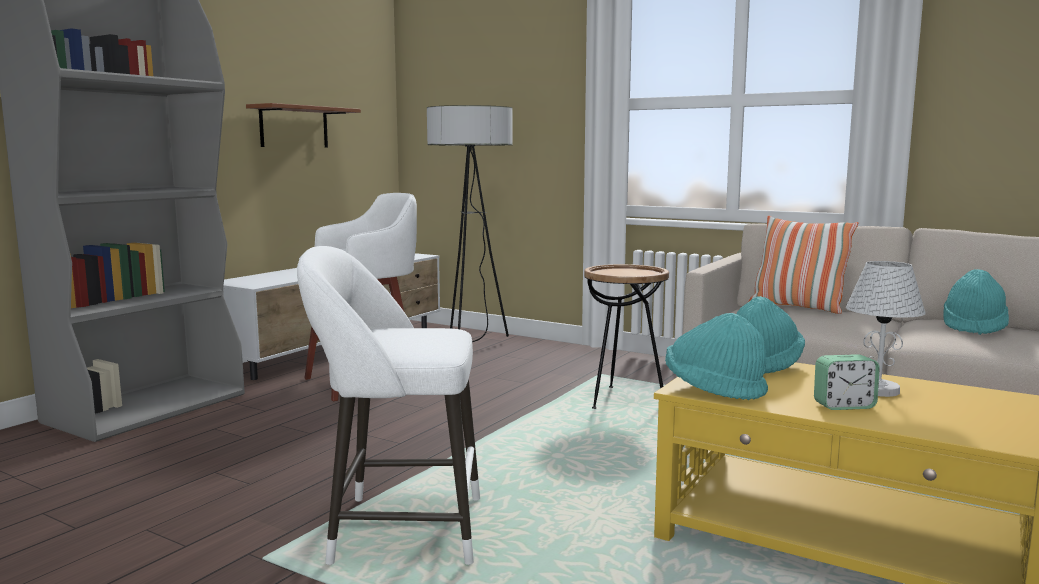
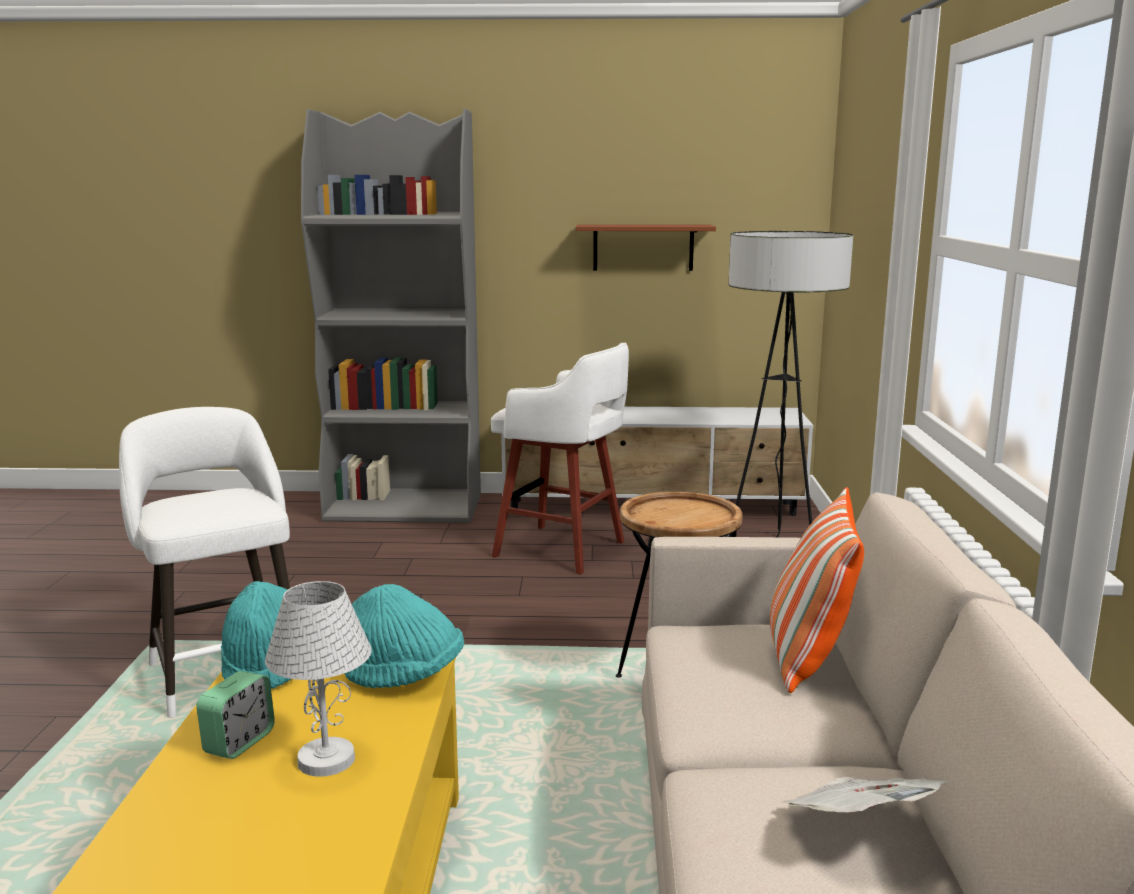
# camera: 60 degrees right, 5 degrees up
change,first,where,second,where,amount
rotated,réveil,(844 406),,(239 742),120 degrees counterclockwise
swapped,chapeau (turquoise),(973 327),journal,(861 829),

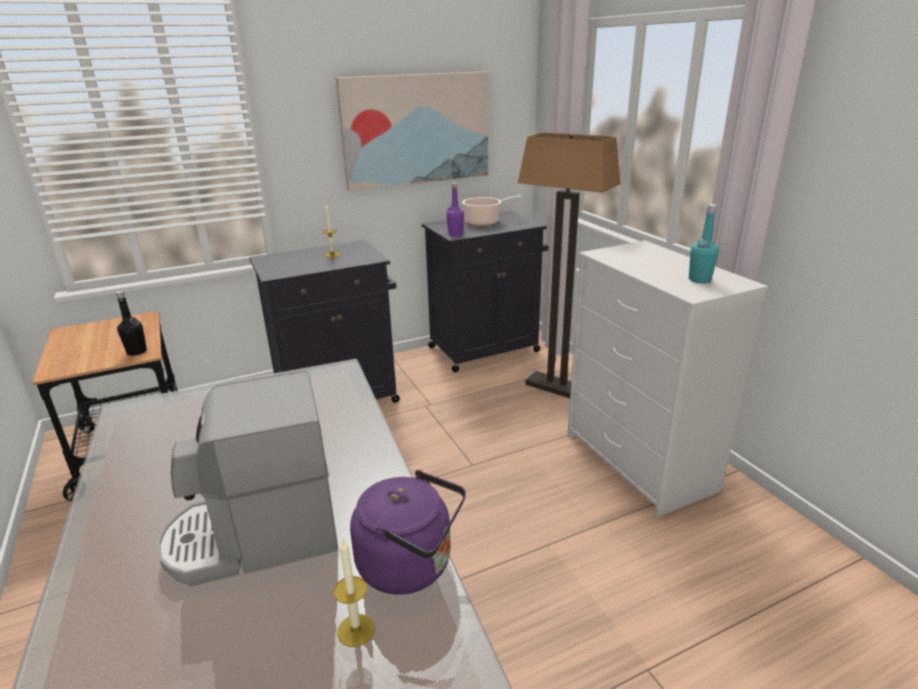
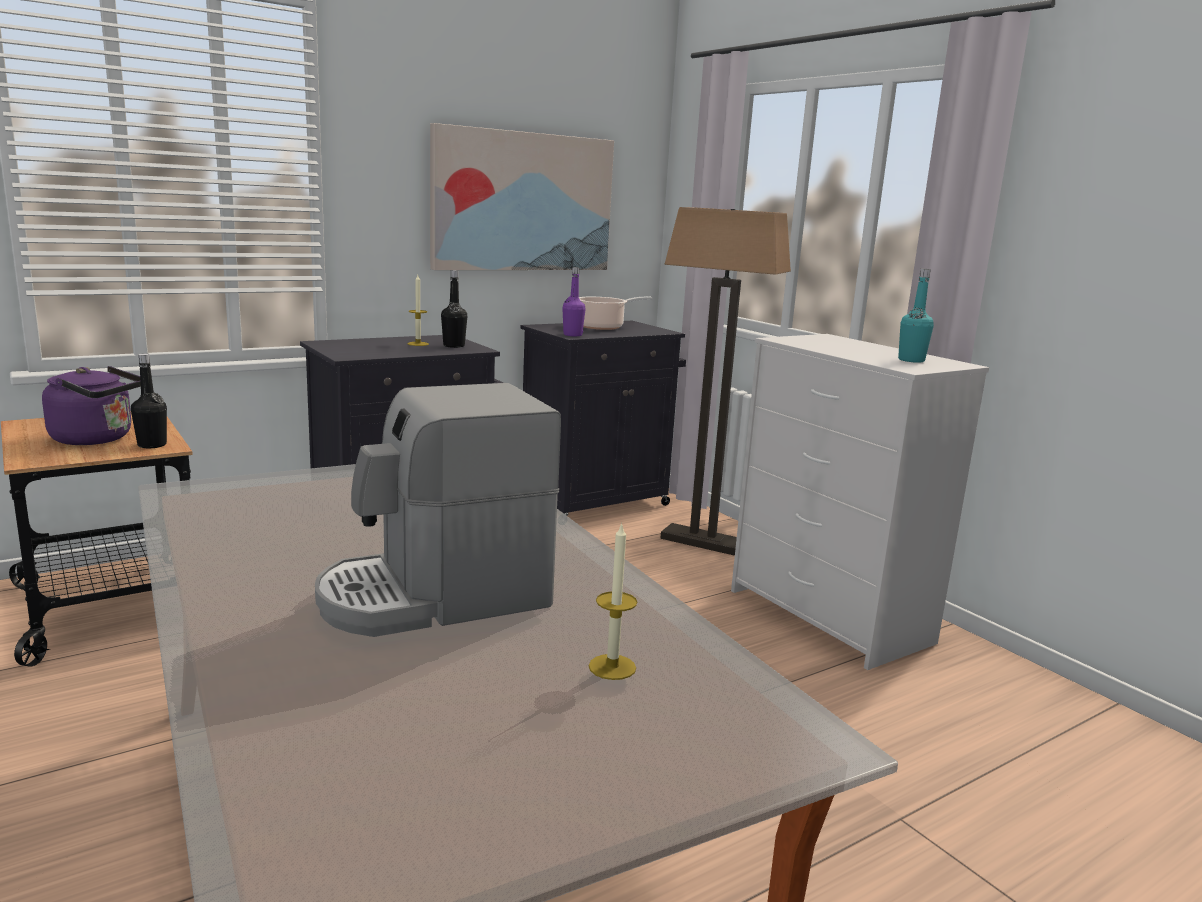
# camera: 10 degrees left, 10 degrees down
change,first,where,second,where,amount
shifted,bouilloire (violet),(411 565),,(97 439),
new,,,bouteille (noir),(454 346),

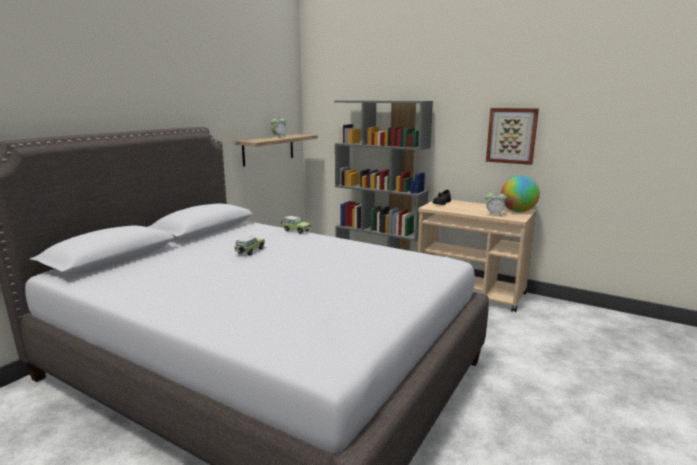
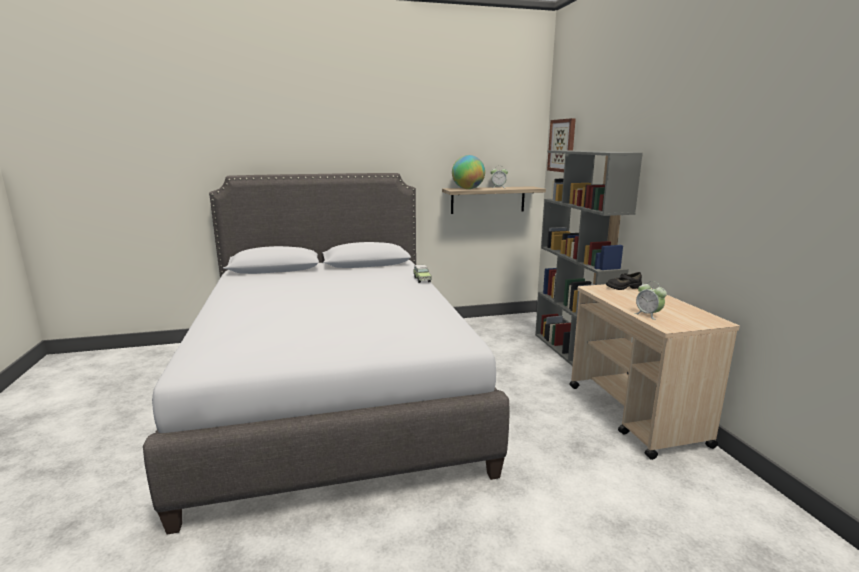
# camera: 45 degrees right, 0 degrees up
change,first,where,second,where,amount
shifted,globe,(517 211),,(468 189),
shifted,tableau,(511 135),,(562 145),
gone,petite voiture,(249 251),,,

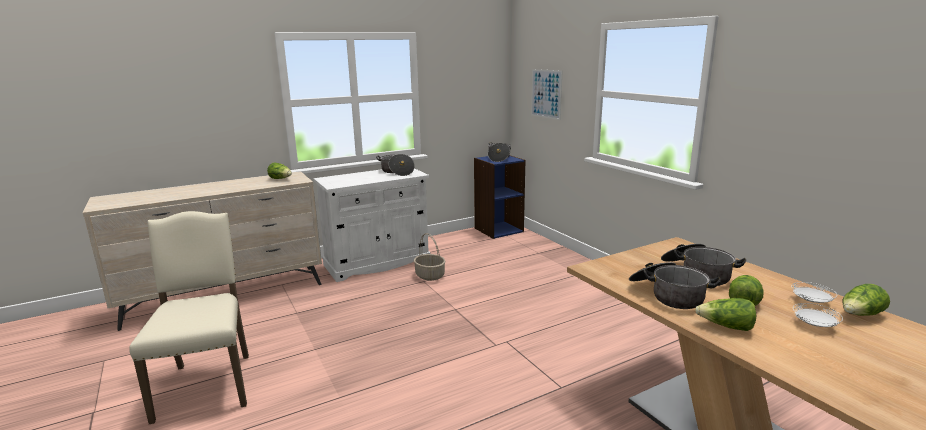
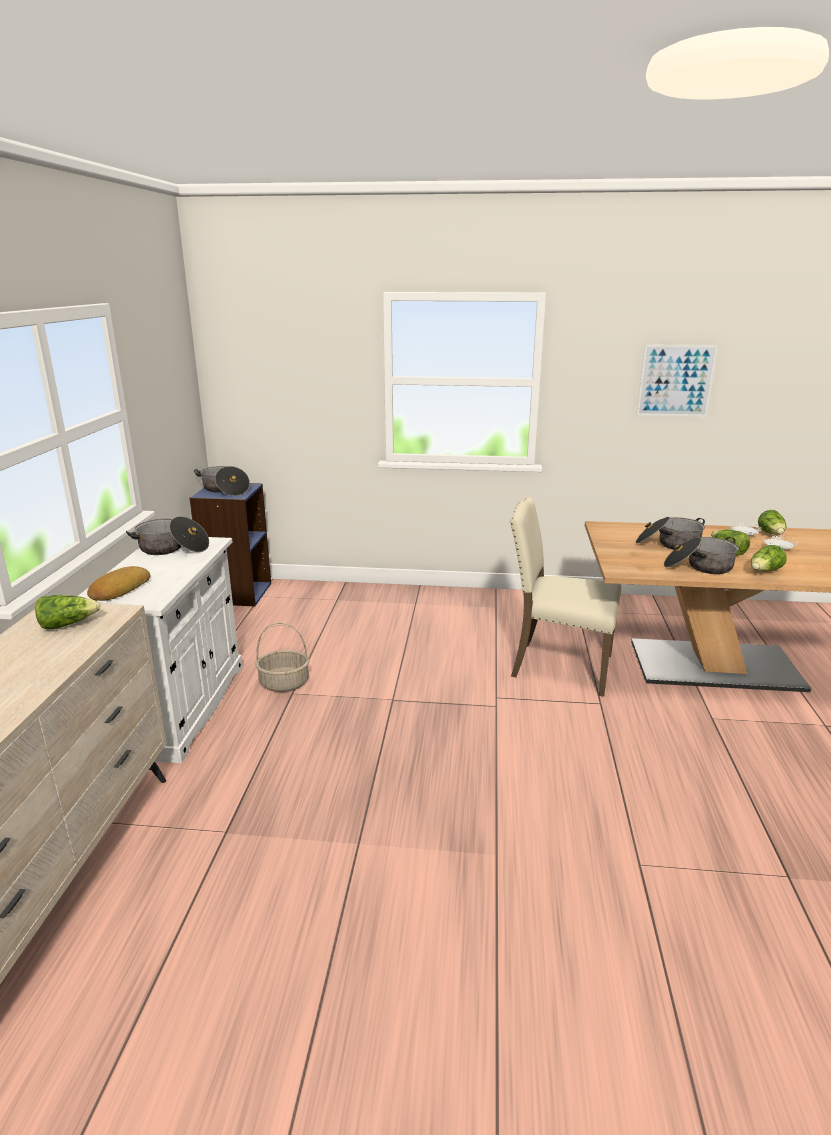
# camera: 55 degrees left, 5 degrees up
change,first,where,second,where,amount
new,,,pain,(119 589),
shifted,chaise (beige),(207 384),,(559 666),
shifted,tableau,(546 94),,(676 381),

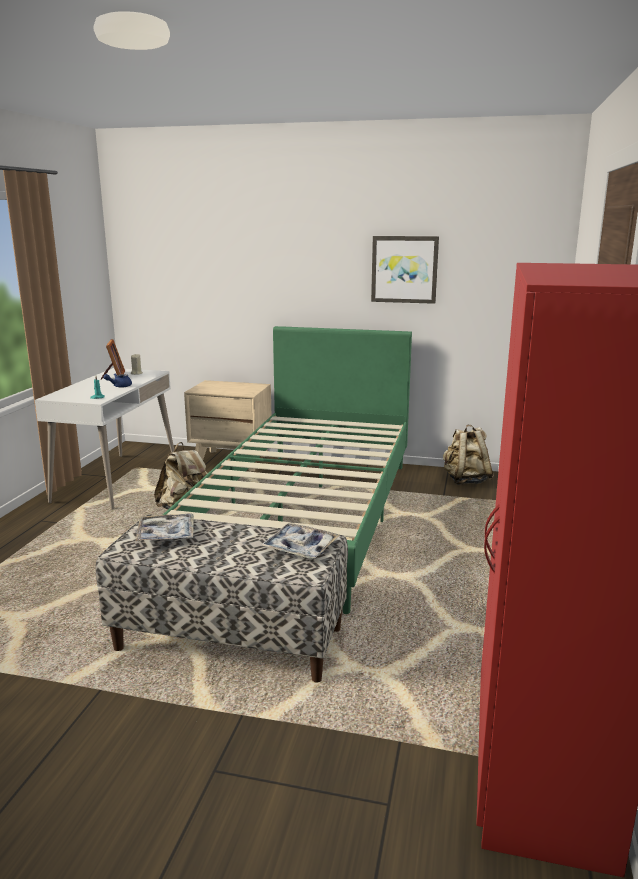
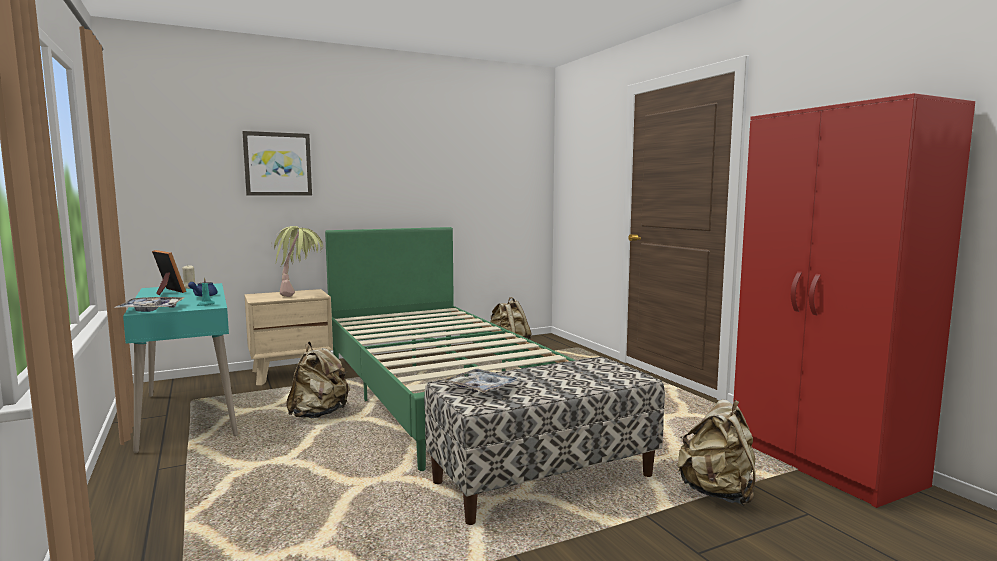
# camera: 40 degrees left, 10 degrees down
change,first,where,second,where,amount
shifted,plateau,(300 548),,(151 309),
repainted,bureau (blanc),(116 480),bureau (turquoise),(188 414),
shifted,tableau,(404 269),,(278 164),
new,,,plante en pot,(299 294),
new,,,sac à dos (beige),(717 493),

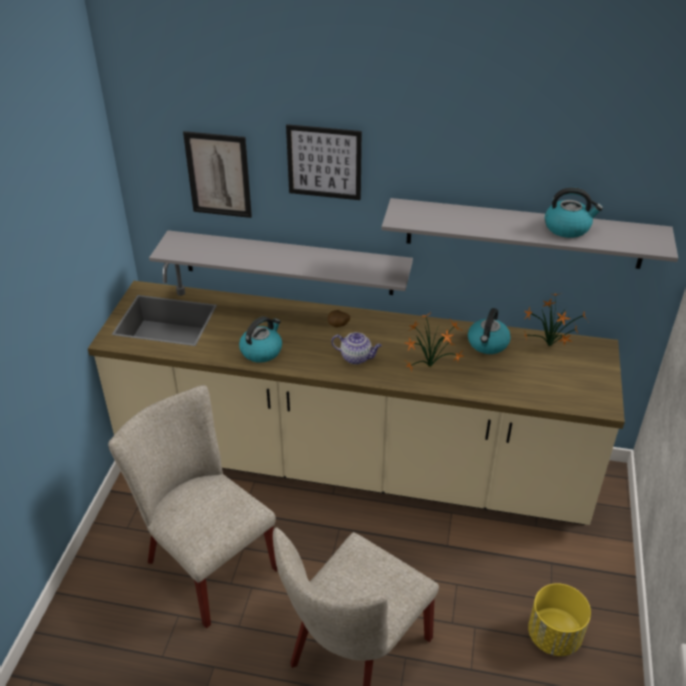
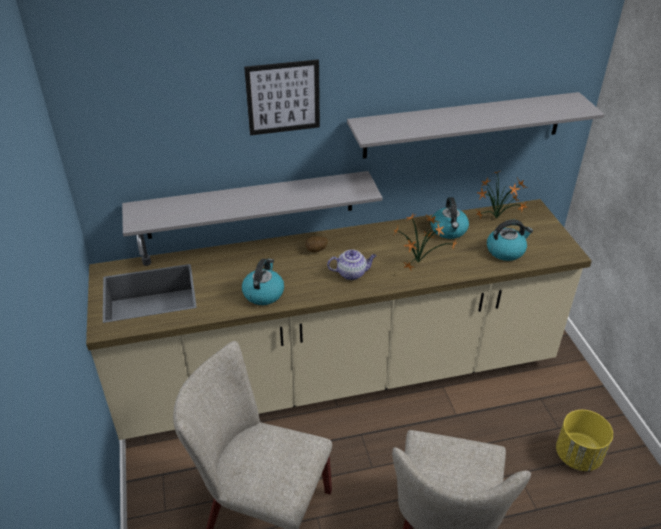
# camera: 25 degrees left, 0 degrees up
change,first,where,second,where,amount
shifted,bouilloire,(567 228),,(506 250),
gone,tableau,(218 175),,,

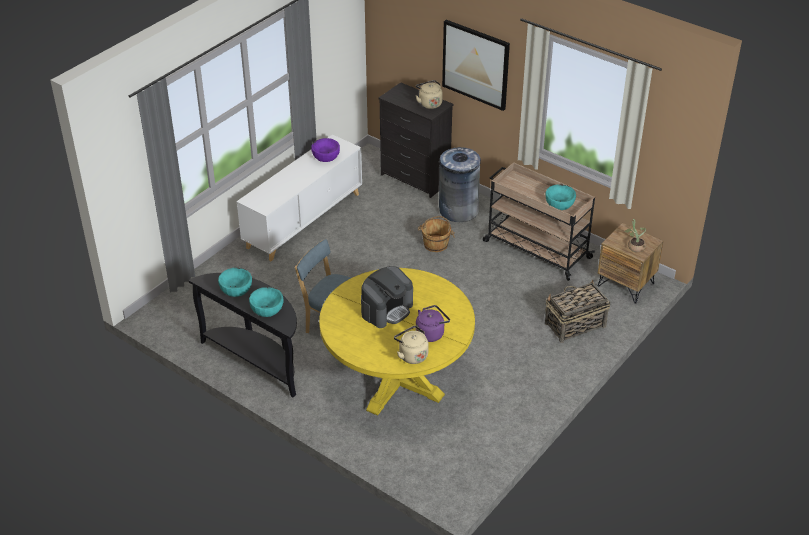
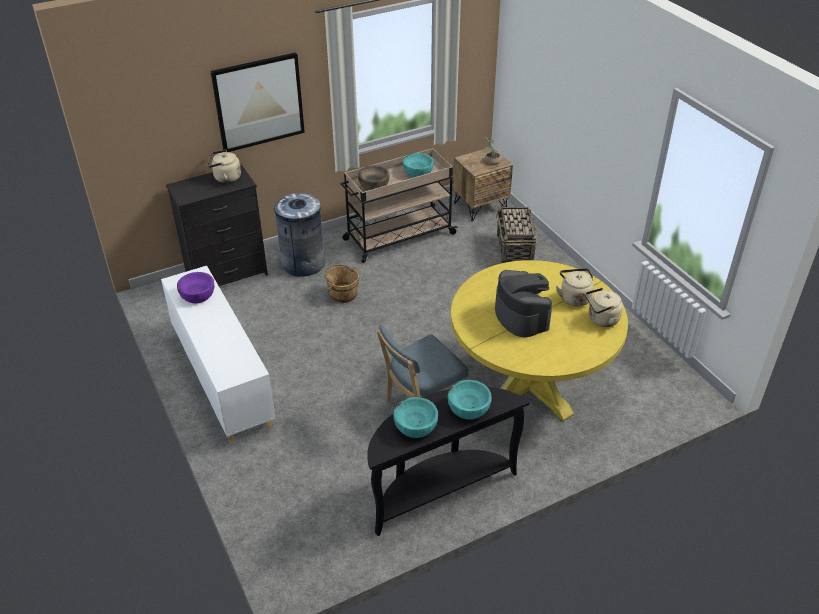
# camera: 65 degrees left, 0 degrees up
change,first,where,second,where,amount
new,,,bol (marron),(374 185),
repainted,bouilloire (violet),(431 333),bouilloire (beige),(574 297),

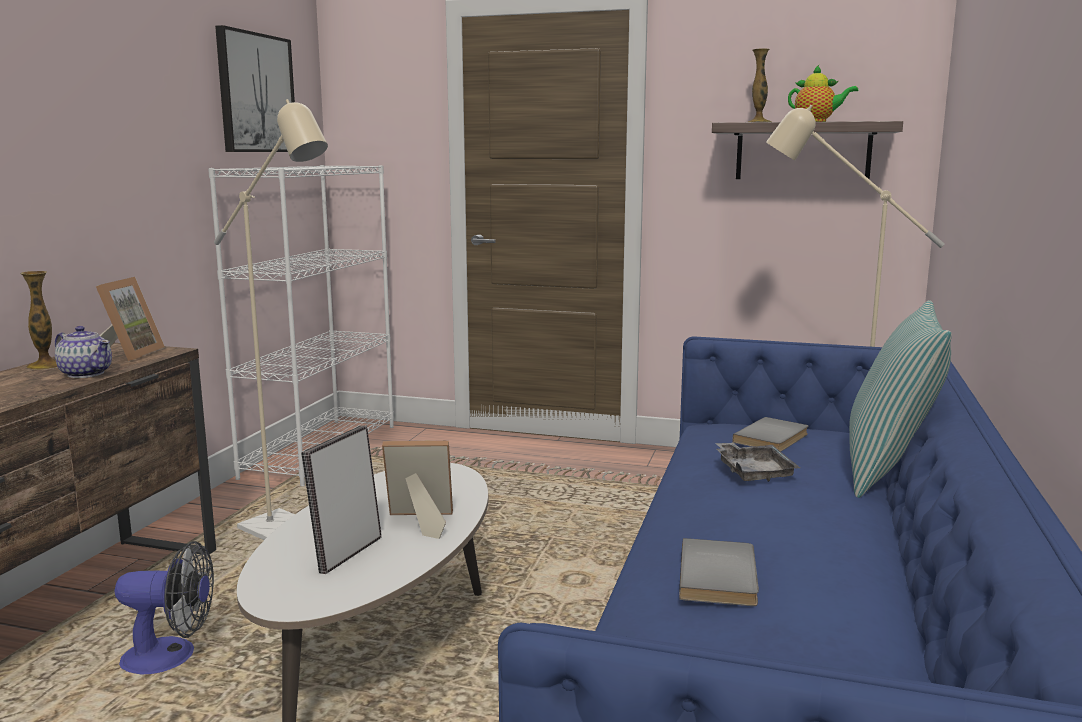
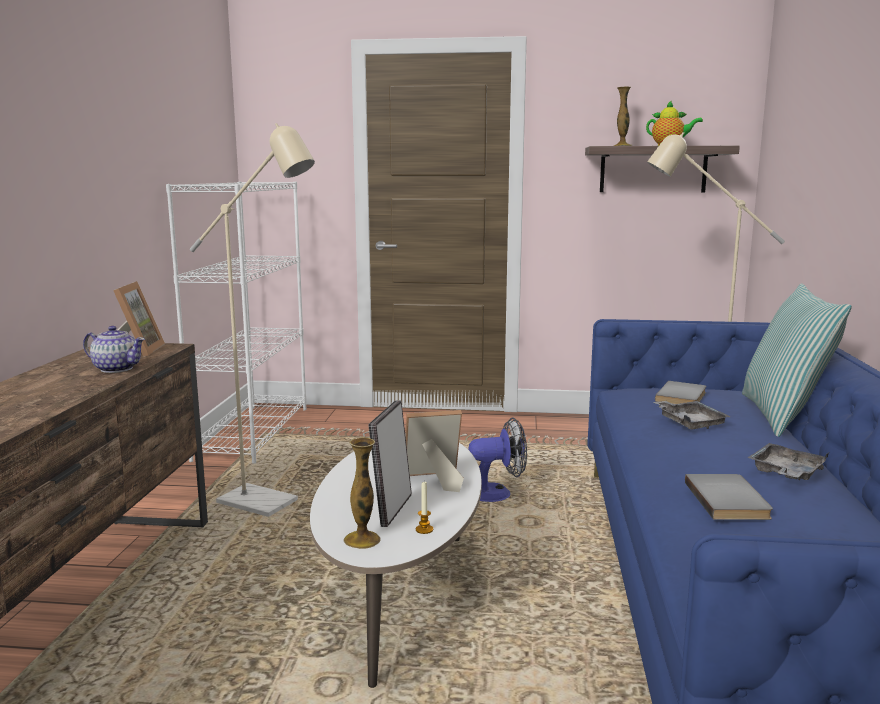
# camera: 10 degrees left, 0 degrees up
change,first,where,second,where,amount
shifted,vase,(45 365),,(362 540),
new,,,bougie,(424 529),
shifted,ventilateur,(171 657),,(497 493),
new,,,plateau (gris),(786 473),
gone,tableau,(255 93),,,

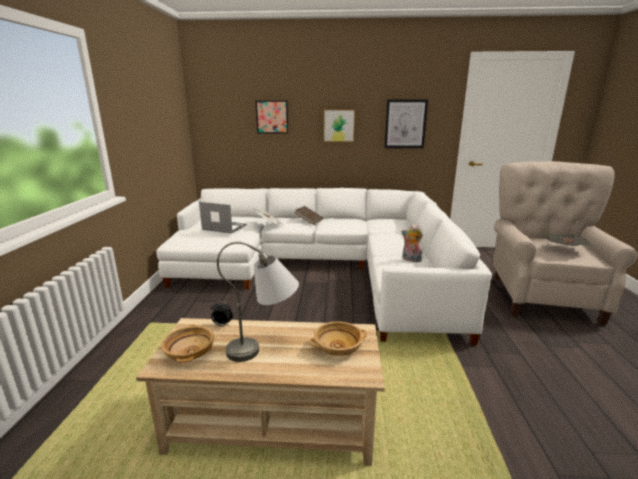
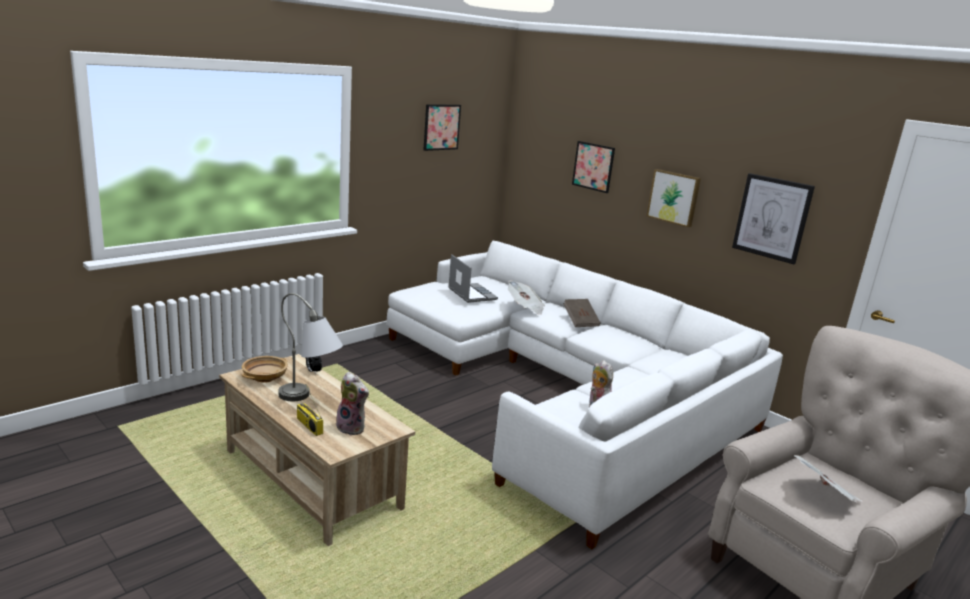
# camera: 40 degrees right, 0 degrees up
change,first,where,second,where,amount
new,,,radio,(308 425),
swapped,bol (beige),(338 348),peluche,(352 428),
new,,,tableau,(441 127),

